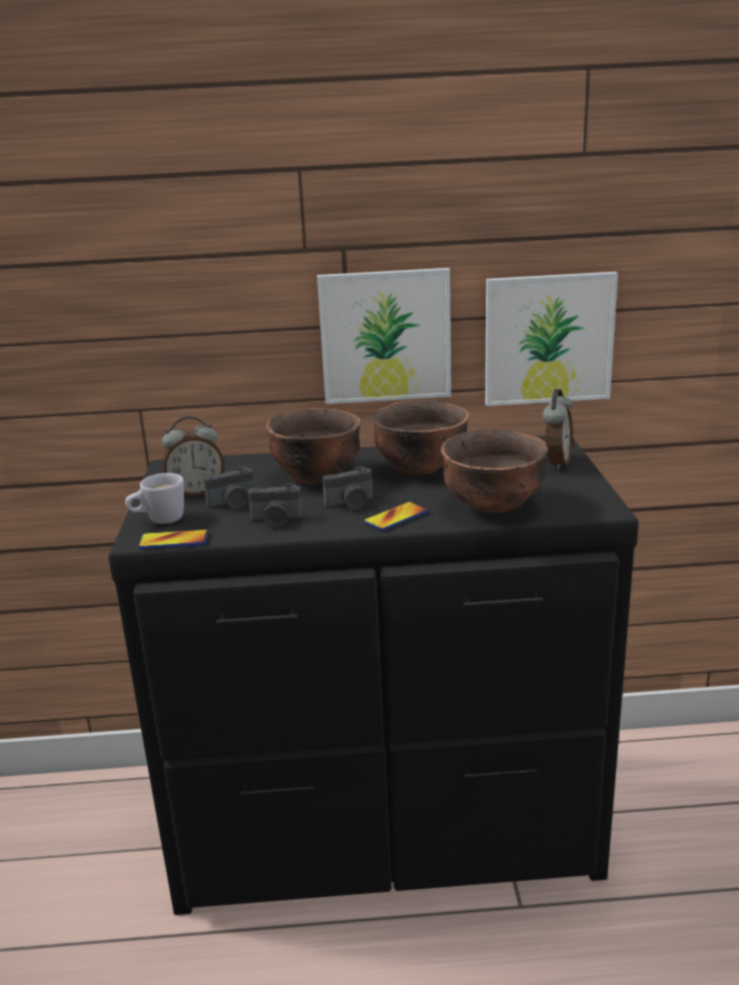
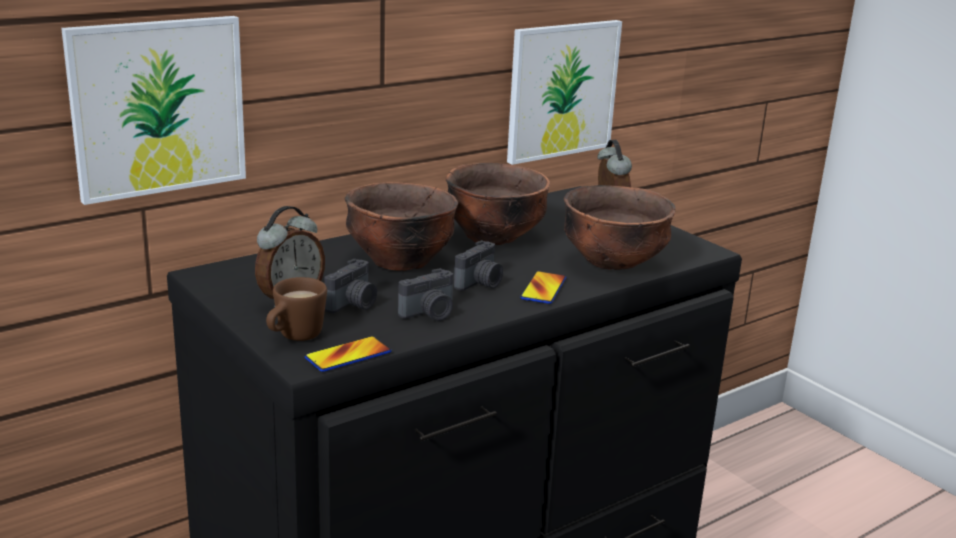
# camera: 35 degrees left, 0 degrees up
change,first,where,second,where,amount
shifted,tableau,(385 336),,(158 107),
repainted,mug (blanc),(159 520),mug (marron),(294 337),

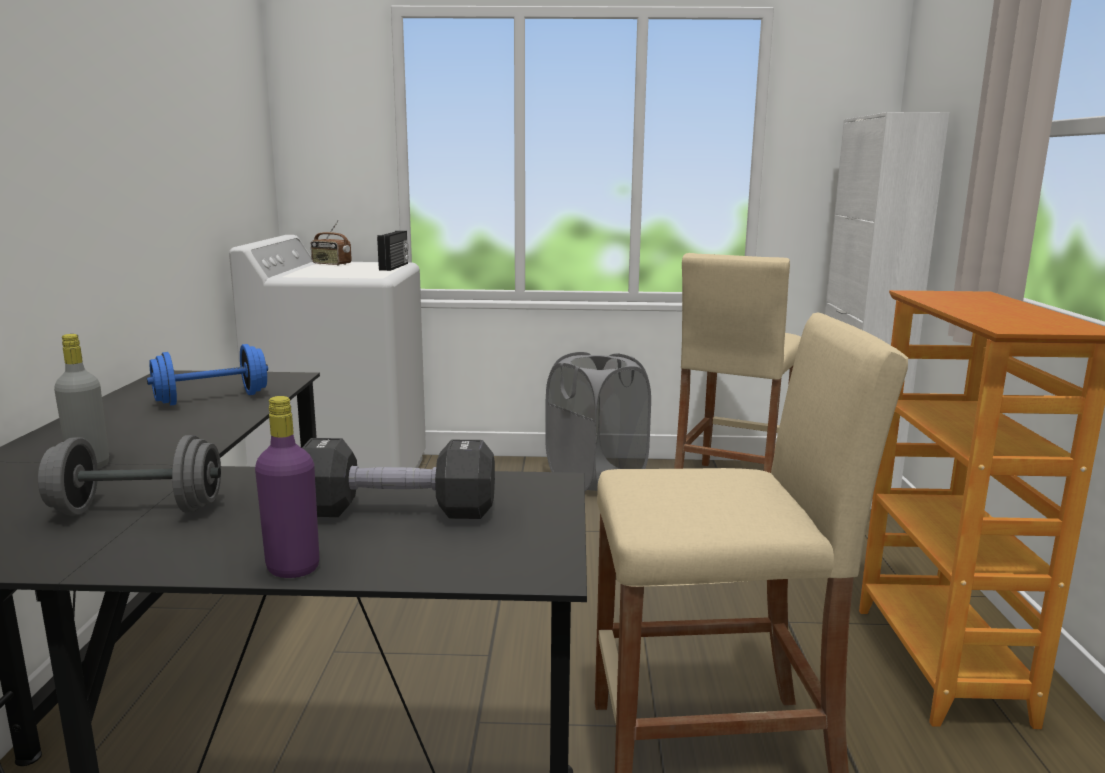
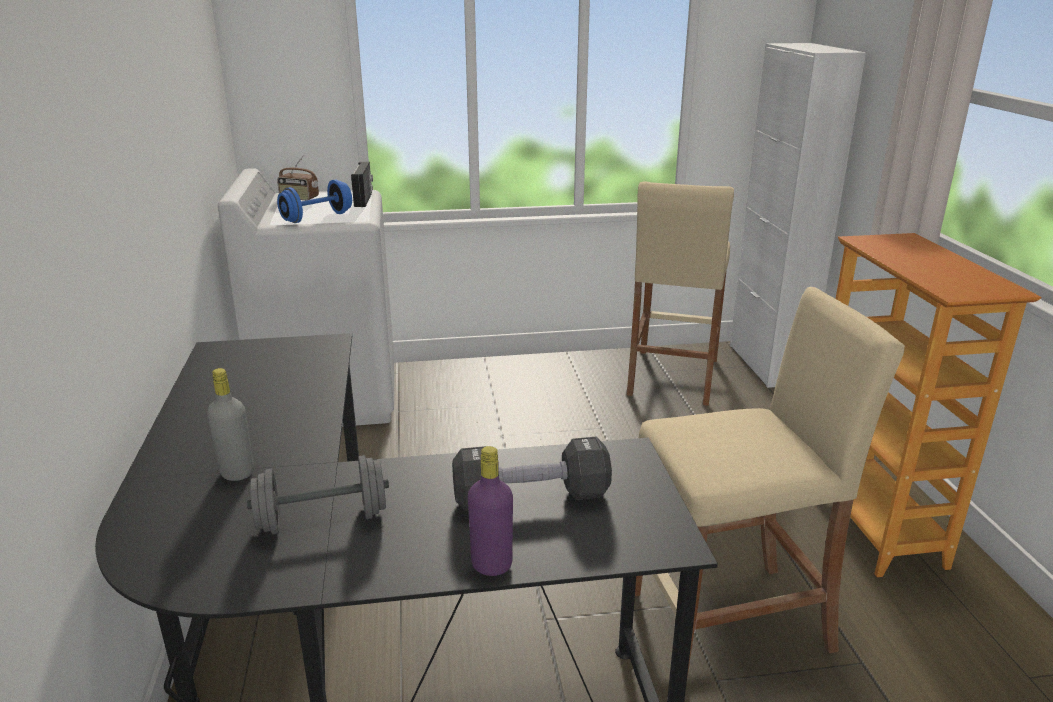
# camera: 10 degrees left, 10 degrees up
change,first,where,second,where,amount
shifted,haltère (bleu),(212 399),,(317 218),
gone,panier à linge (gris),(596 479),,,

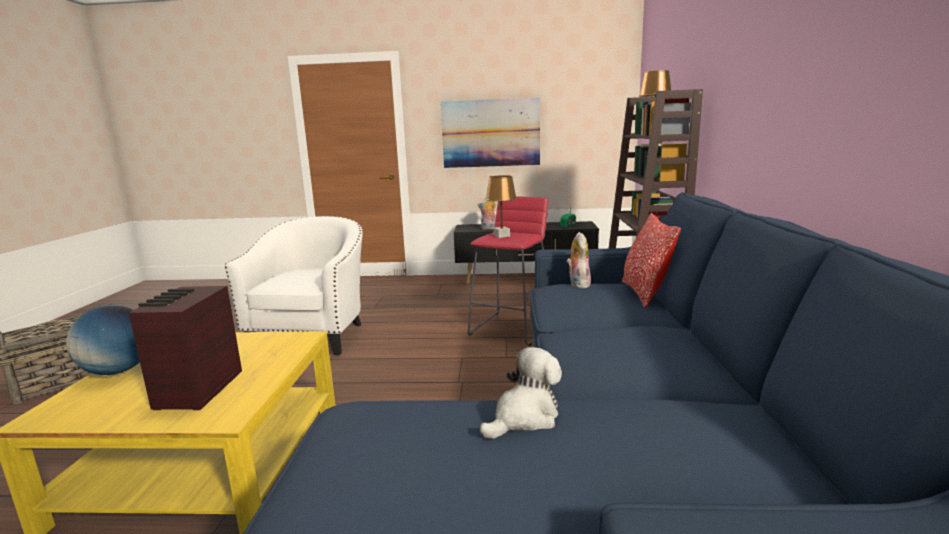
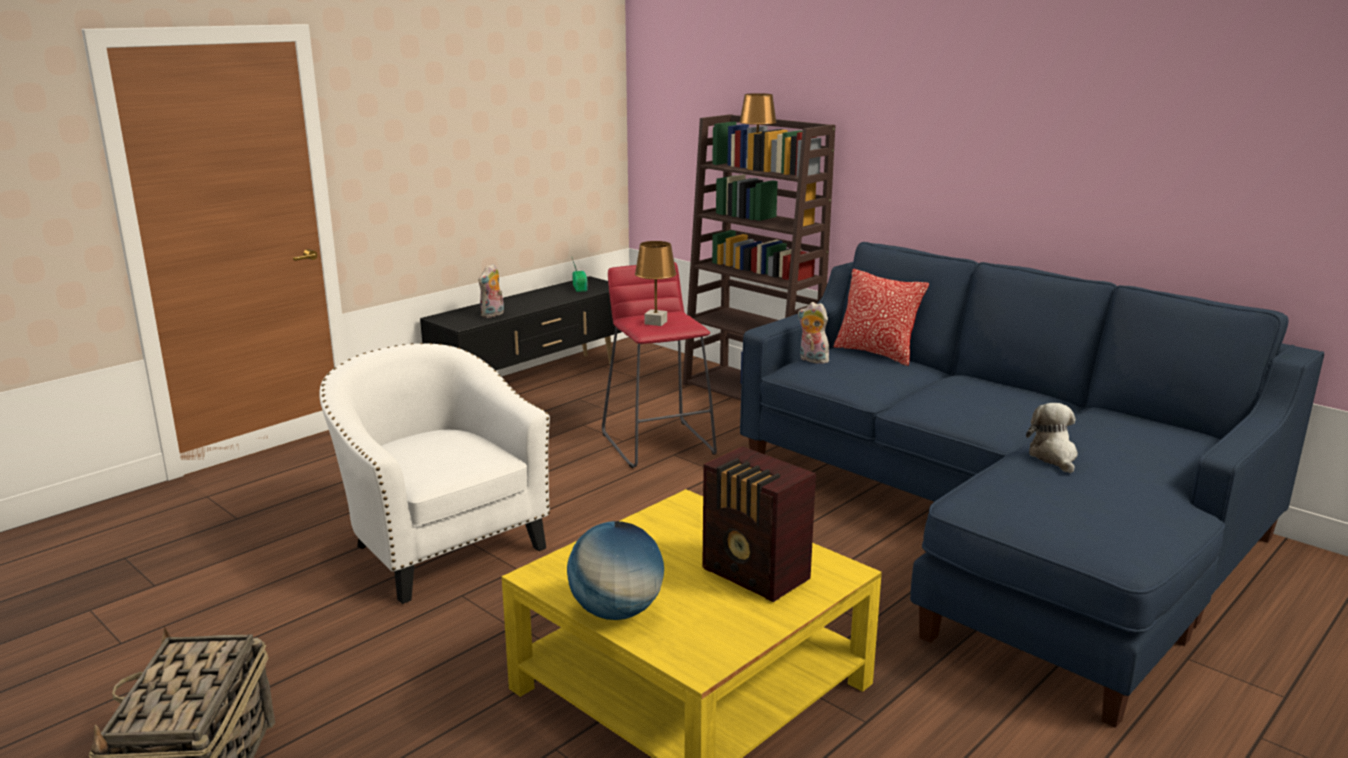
# camera: 50 degrees left, 5 degrees up
change,first,where,second,where,amount
gone,tableau,(491 133),,,

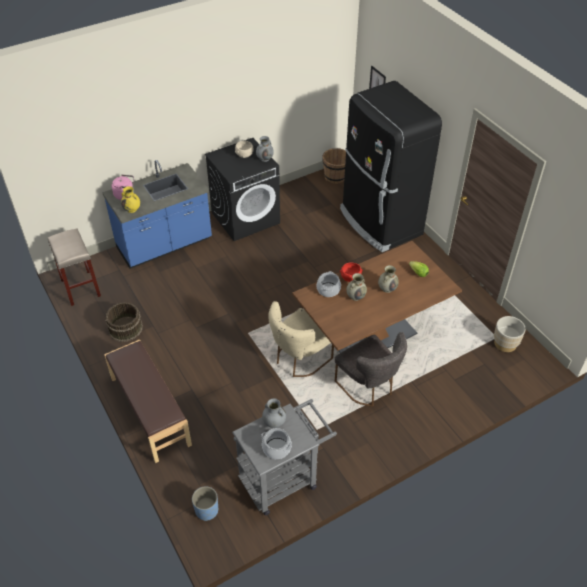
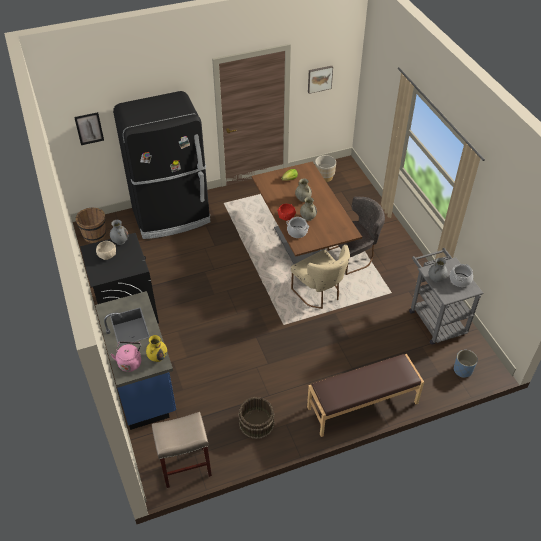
# camera: 80 degrees left, 0 degrees up
change,first,where,second,where,amount
new,,,tableau,(319 78),

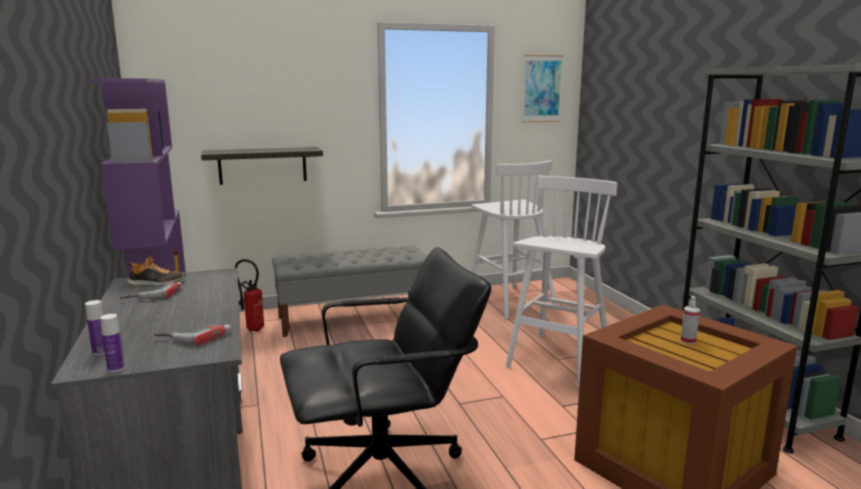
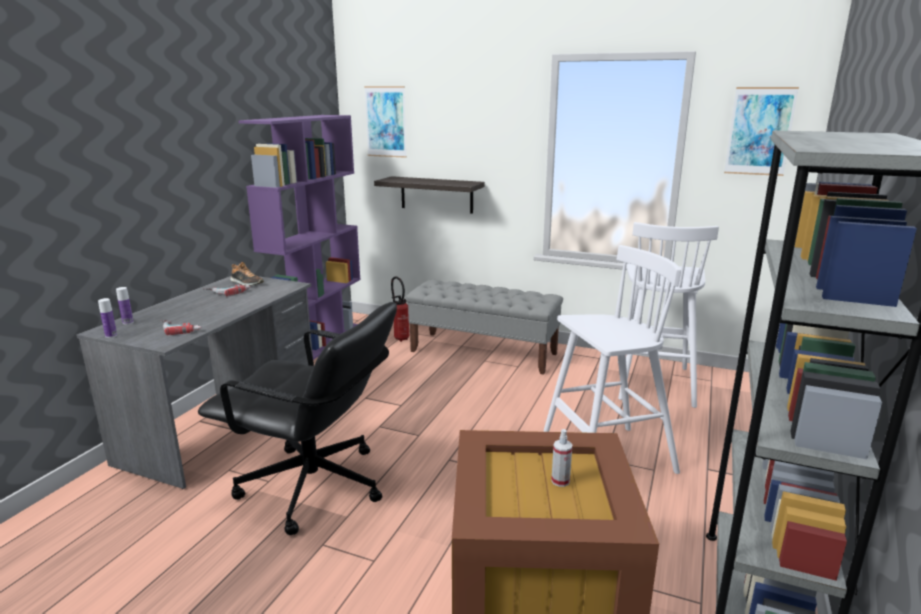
# camera: 40 degrees right, 5 degrees up
change,first,where,second,where,amount
new,,,tableau,(386 122),

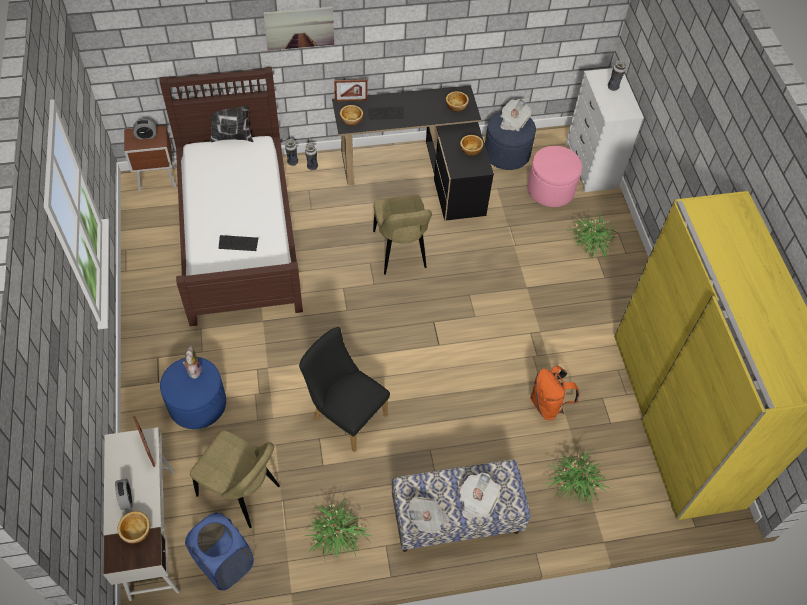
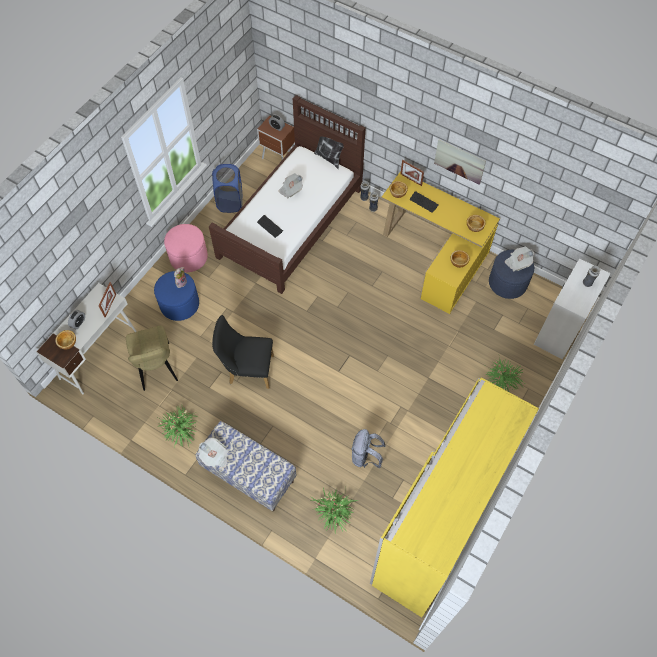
# camera: 45 degrees right, 5 degrees up
change,first,where,second,where,amount
shifted,pouf (rose),(550 189),,(188 257),
shifted,panier à linge (bleu),(225 563),,(230 202),
rotated,chaise (noir),(345 414),,(247 369),75 degrees counterclockwise
shifted,journal,(476 501),,(291 190),
repainted,sac à dos (orange),(548 405),sac à dos (gris),(365 457),
repainted,bureau (noir),(419 171),bureau (jaune),(437 256),
shifted,tableau,(299 28),,(459 161),
gone,chaise (beige),(400 252),,,

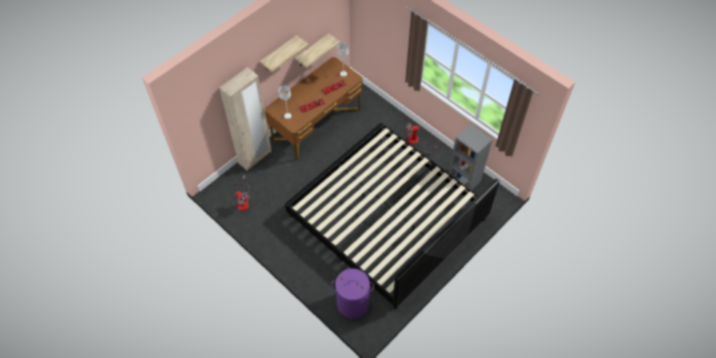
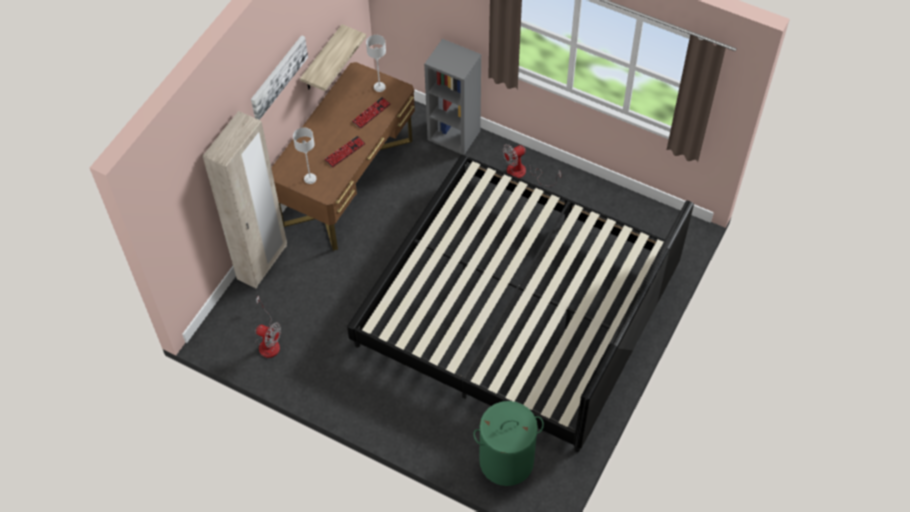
# camera: 15 degrees left, 0 degrees up
change,first,where,second,where,amount
swapped,étagère,(279 53),tableau,(278 76),
shifted,bibliothèque (gris),(464 180),,(454 135),
repainted,panier à linge (violet),(352 303),panier à linge (vert),(506 461),

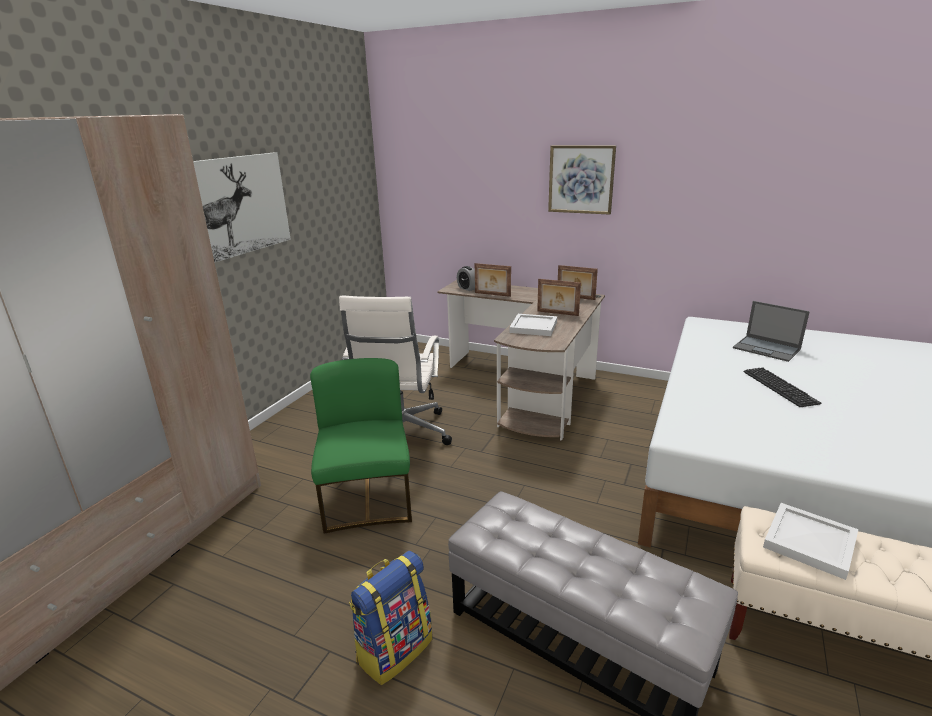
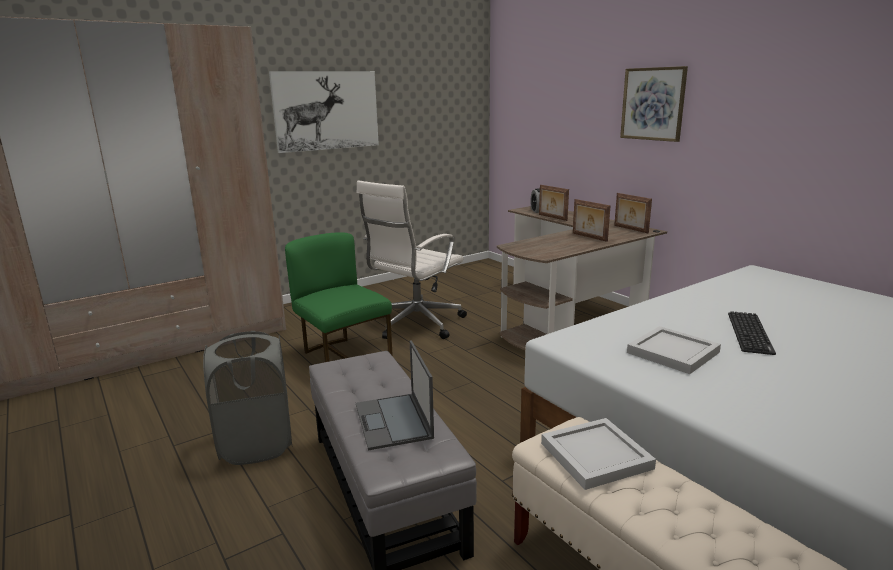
# camera: 30 degrees right, 5 degrees down
change,first,where,second,where,amount
swapped,sac à dos,(394 649),panier à linge (gris),(257 444),
rotated,chaise (vert),(368 500),,(343 357),60 degrees counterclockwise
shifted,ordinateur portable,(767 349),,(393 421),
shifted,plateau (blanc),(532 327),,(671 352),

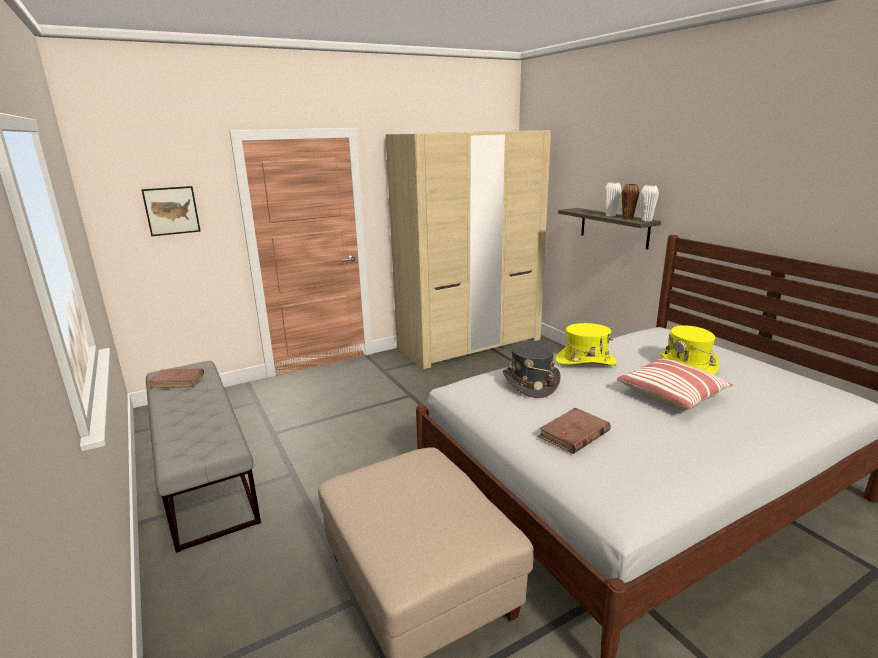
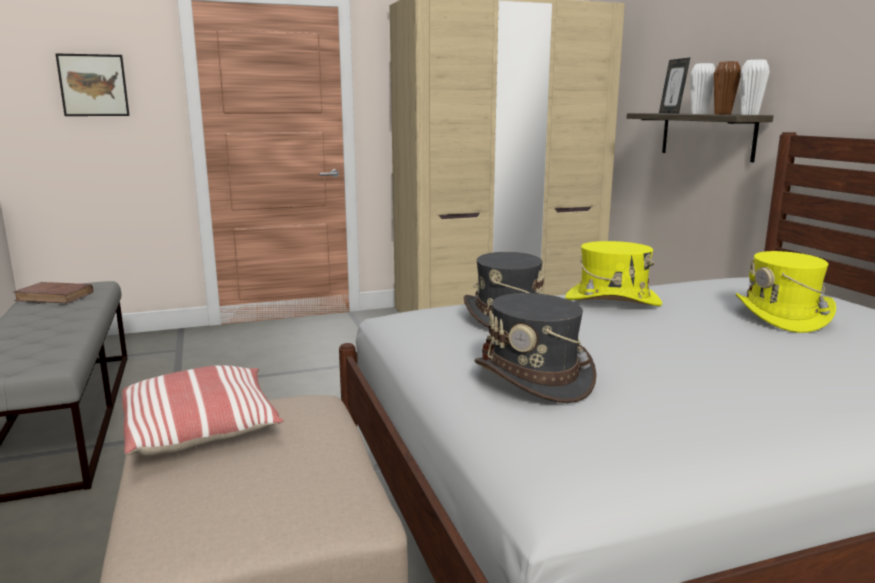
# camera: 10 degrees right, 5 degrees down
change,first,where,second,where,amount
shifted,coussin,(672 395),,(202 431),
swapped,livre (marron),(574 434),chapeau (gris),(534 378),
new,,,cadre photo,(671 113),

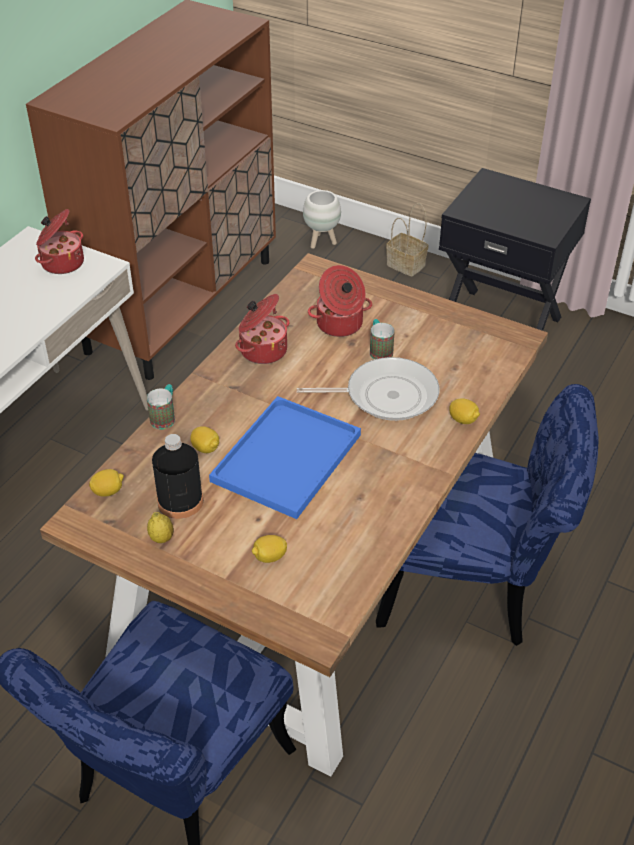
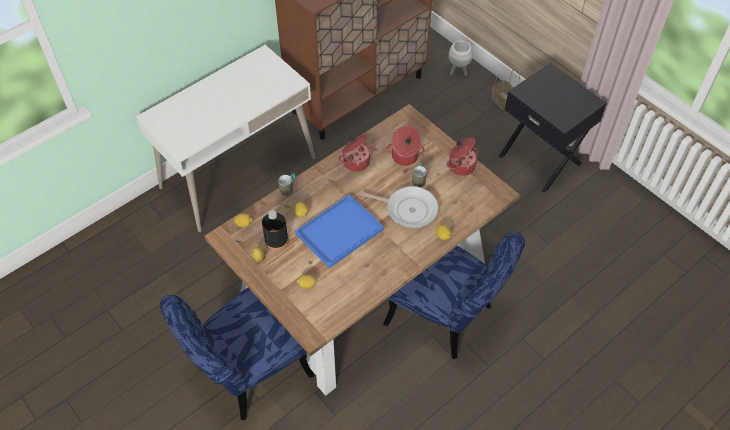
# camera: 20 degrees right, 10 degrees up
change,first,where,second,where,amount
shifted,marmite,(61 262),,(461 165),

